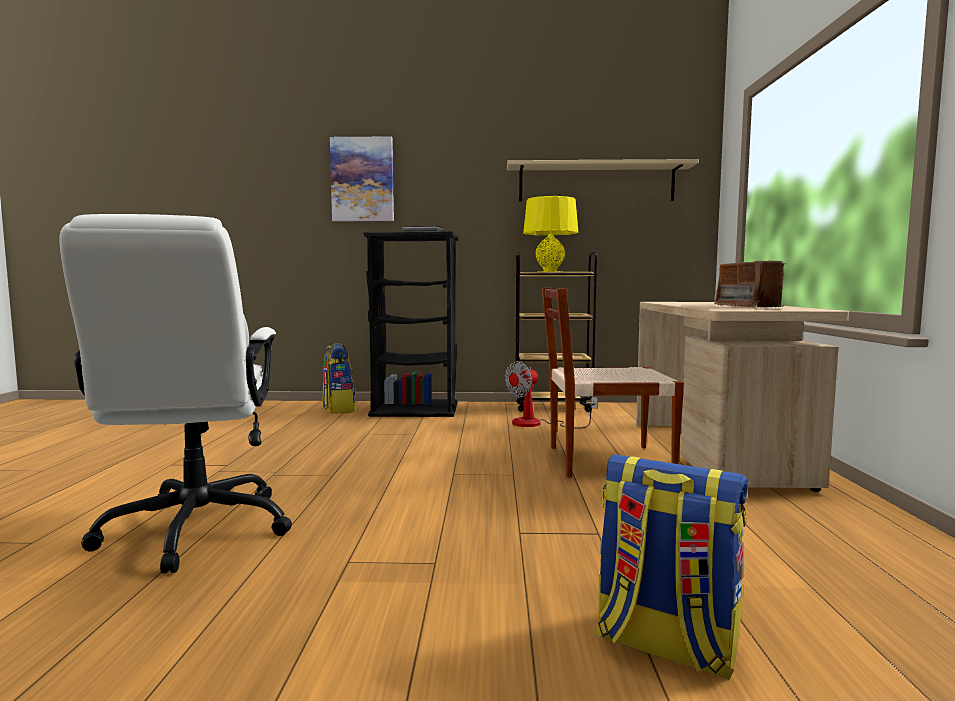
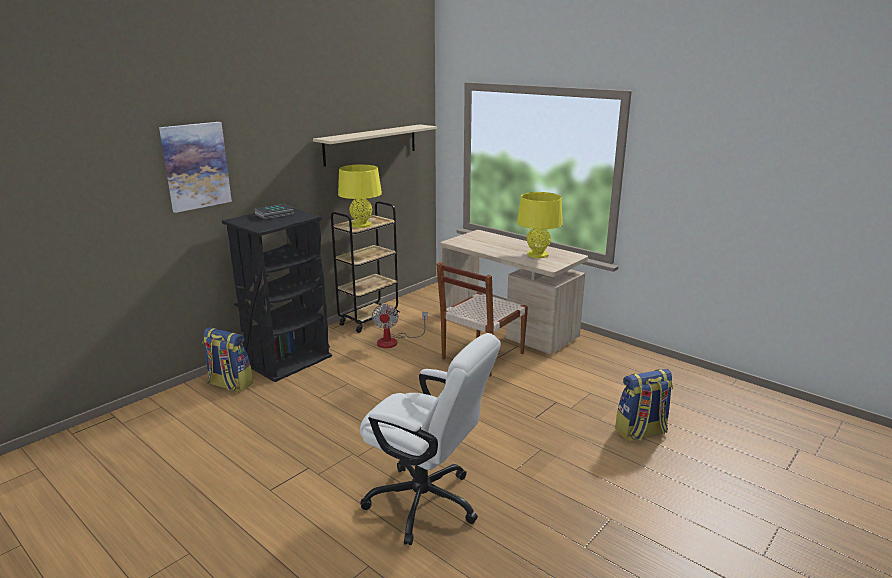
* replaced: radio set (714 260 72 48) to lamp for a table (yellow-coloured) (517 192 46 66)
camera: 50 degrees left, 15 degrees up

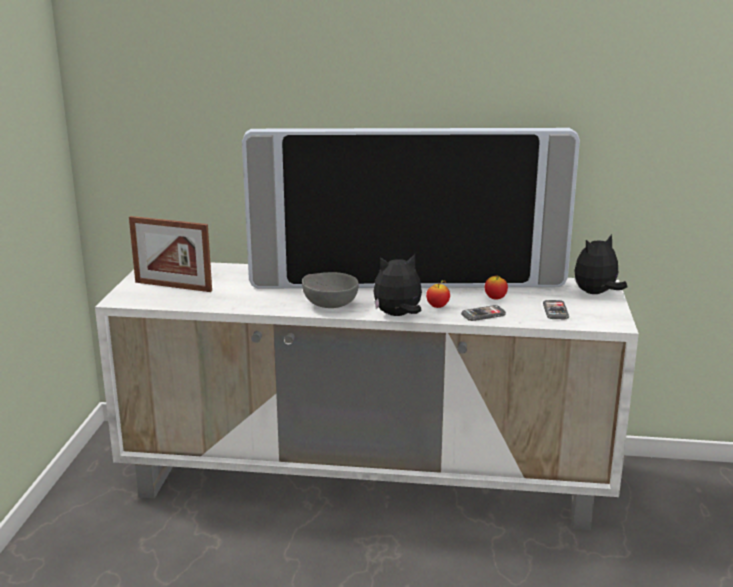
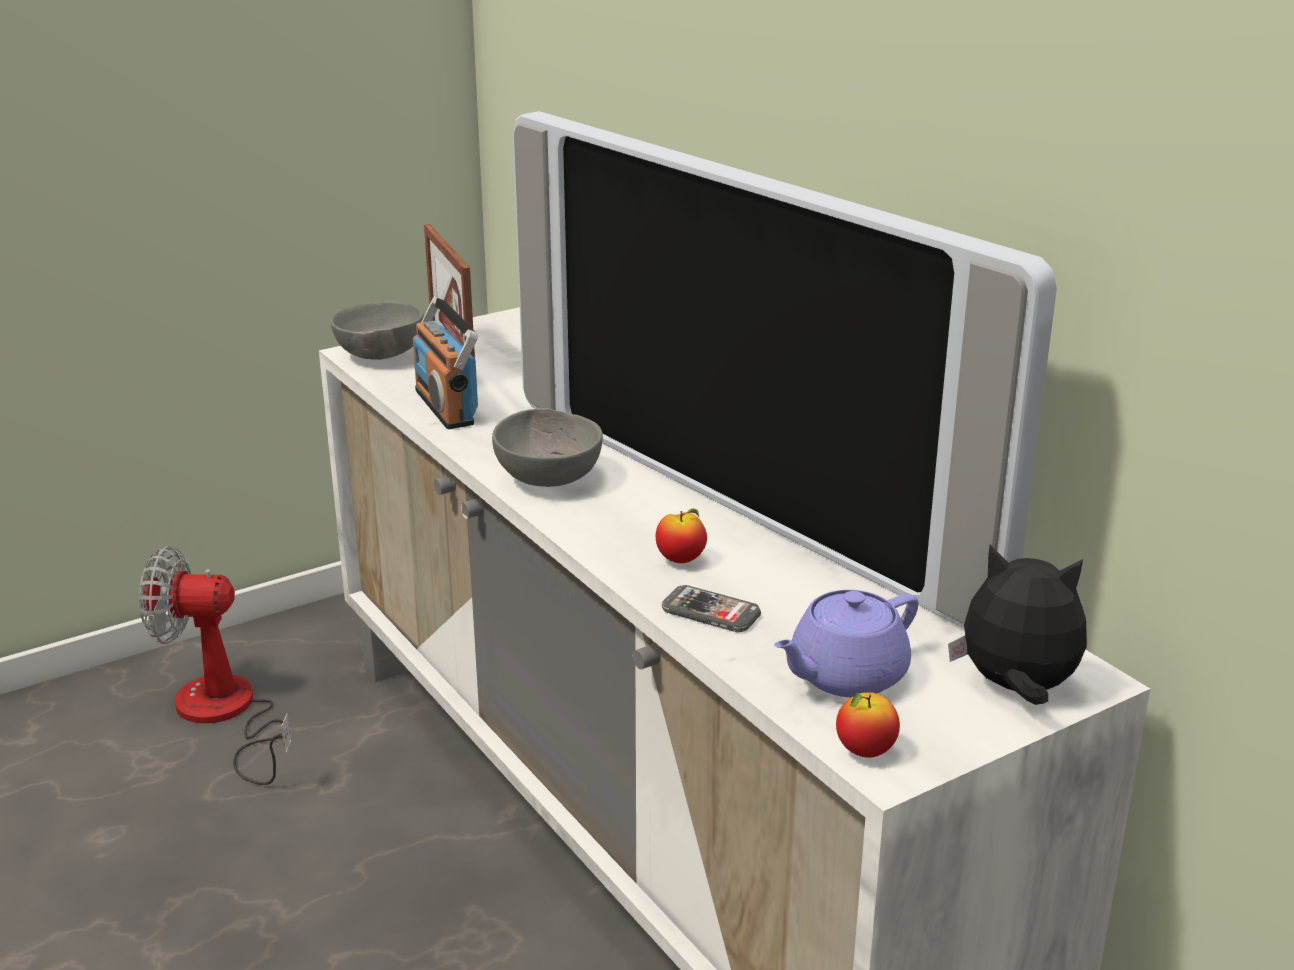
* removed: plush toy (373 254 49 62)
* added: fan (139 546 152 239)
* added: deep dish (gray) (331 301 93 59)
* added: radio set (413 296 65 133)
* moved: apple fruit (485 275 23 25) to (836 692 64 66)
* replaced: handset (543 300 26 19) to teapot (purplish) (774 590 145 107)
camera: 50 degrees right, 5 degrees up

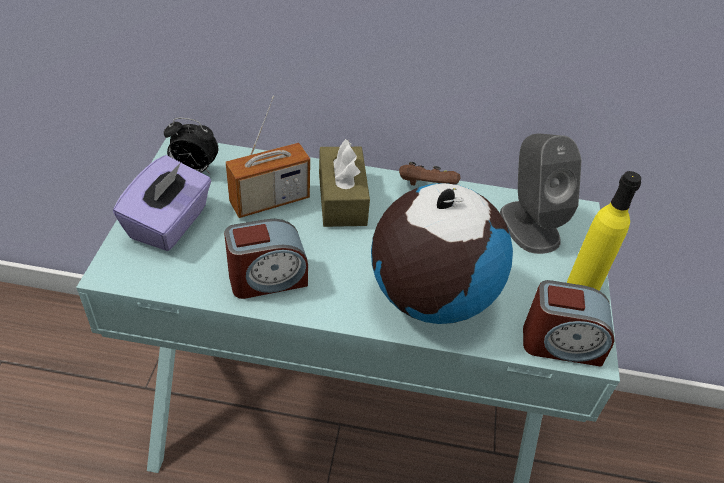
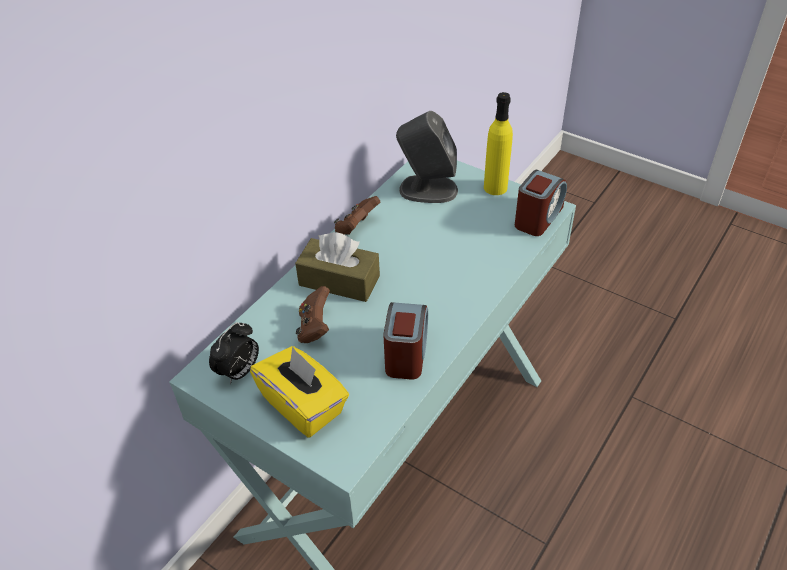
* removed: world globe (371 183 142 141)
* replaced: radio set (226 96 84 122) to gamepad (brown) (296 286 34 57)
* recoloured: box of tissues (purplish) (113 155 99 96) to box of tissues (yellow-coloured) (250 346 99 92)
camera: 60 degrees left, 0 degrees up

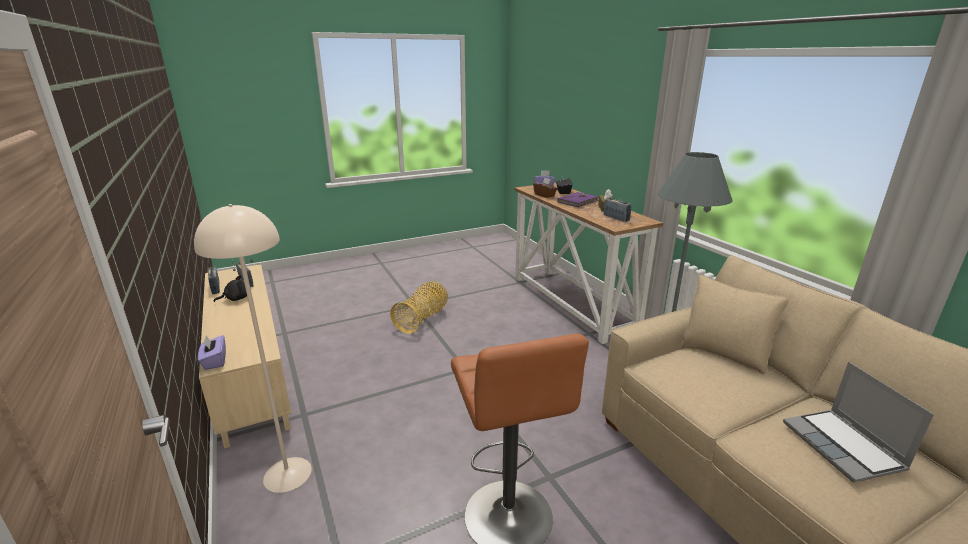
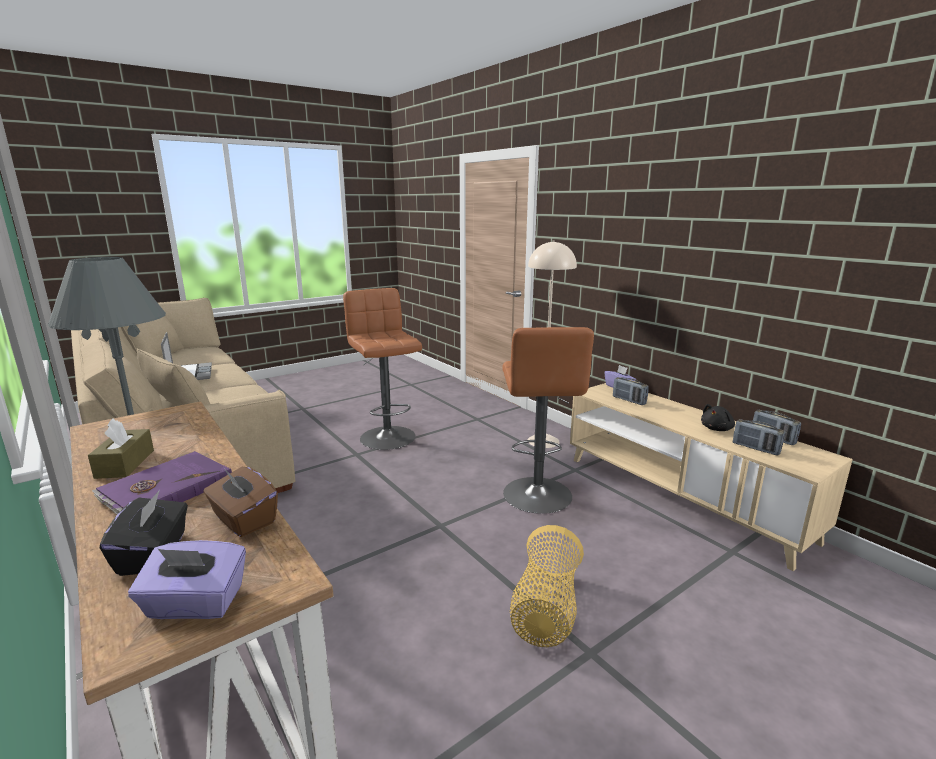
* added: sitting stool (brown) (502 327 92 187)
* moved: radio set (604 198 28 24) to (613 377 36 28)
camera: 170 degrees right, 5 degrees down

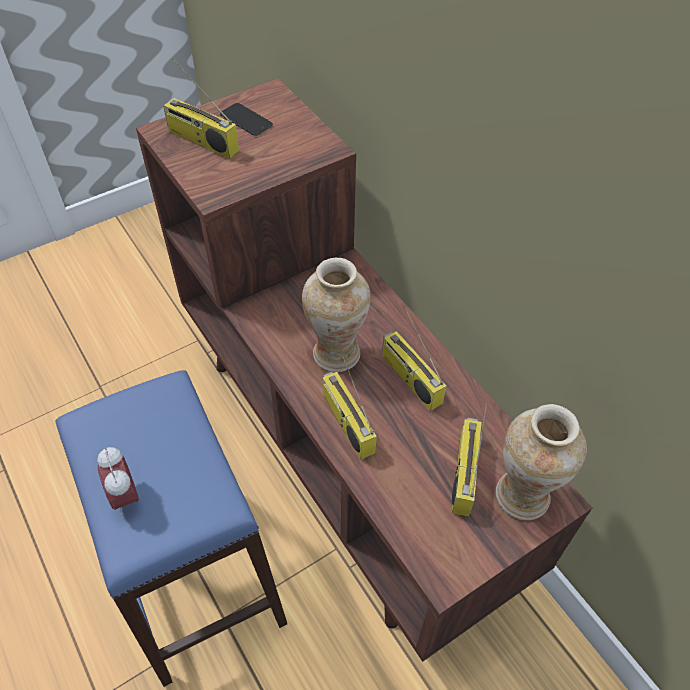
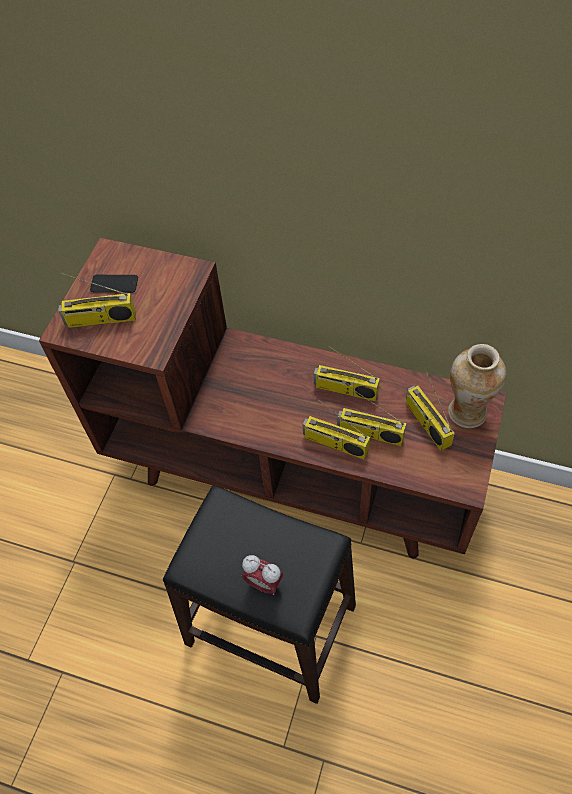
* removed: decorative vase (302 258 69 114)
* added: radio set (337 390 69 56)
* recoloured: sitting stool (blue-coloured) (55 370 232 317) to sitting stool (black-coloured) (163 485 193 219)
camera: 35 degrees left, 5 degrees up

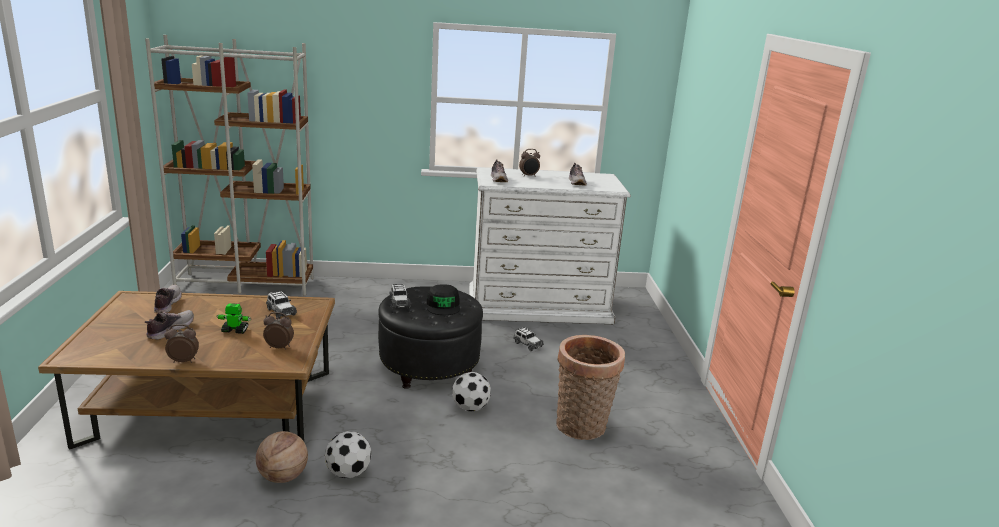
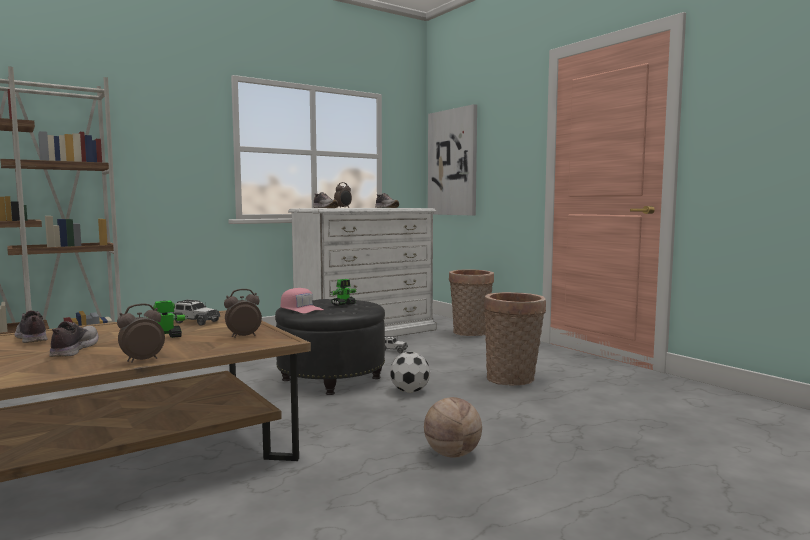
* removed: ball for football (325 431 46 48)
* added: picture (428 104 49 111)
* added: basket (449 269 45 67)
* moved: basketball (256 431 52 52) to (424 397 58 61)
* replaced: model car (389 284 22 25) to baseball cap (pinkish) (280 288 44 25)
* replaced: baseball cap (black-coloured) (427 284 33 31) to robot figure (330 279 27 27)
camera: 30 degrees left, 15 degrees down

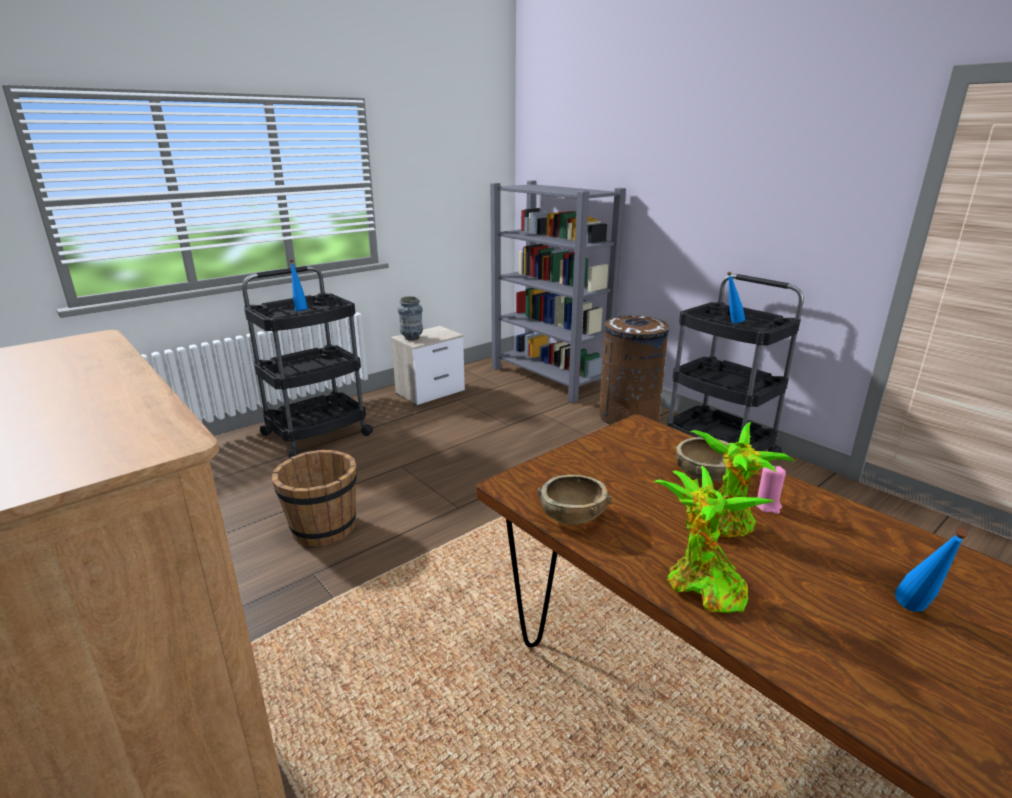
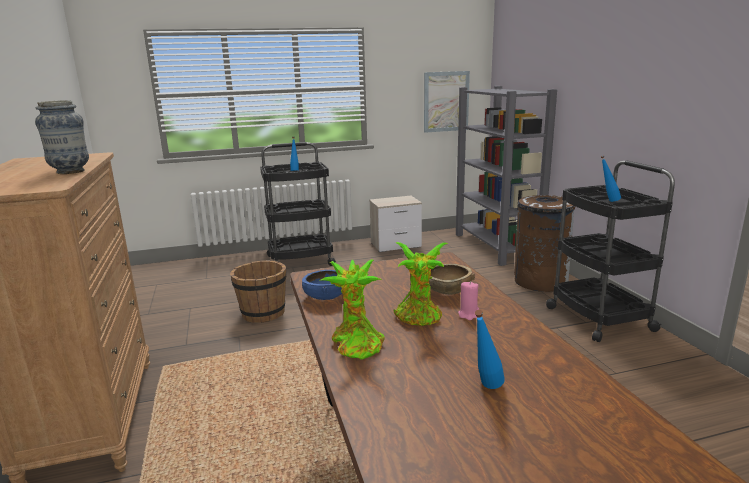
* added: picture (424 71 46 62)
* moved: decorative vase (398 296 25 44) to (35 100 54 74)
* recoloured: deep dish (brown) (538 475 74 49) to deep dish (blue-coloured) (302 270 40 30)
camera: 25 degrees right, 5 degrees down

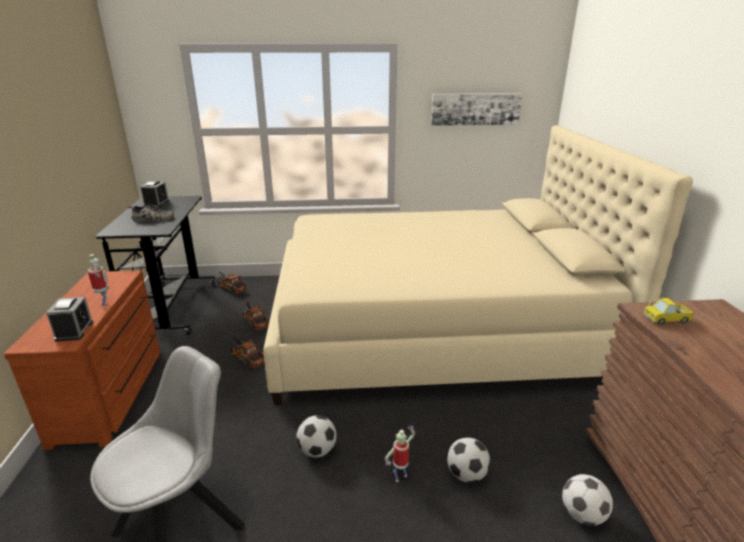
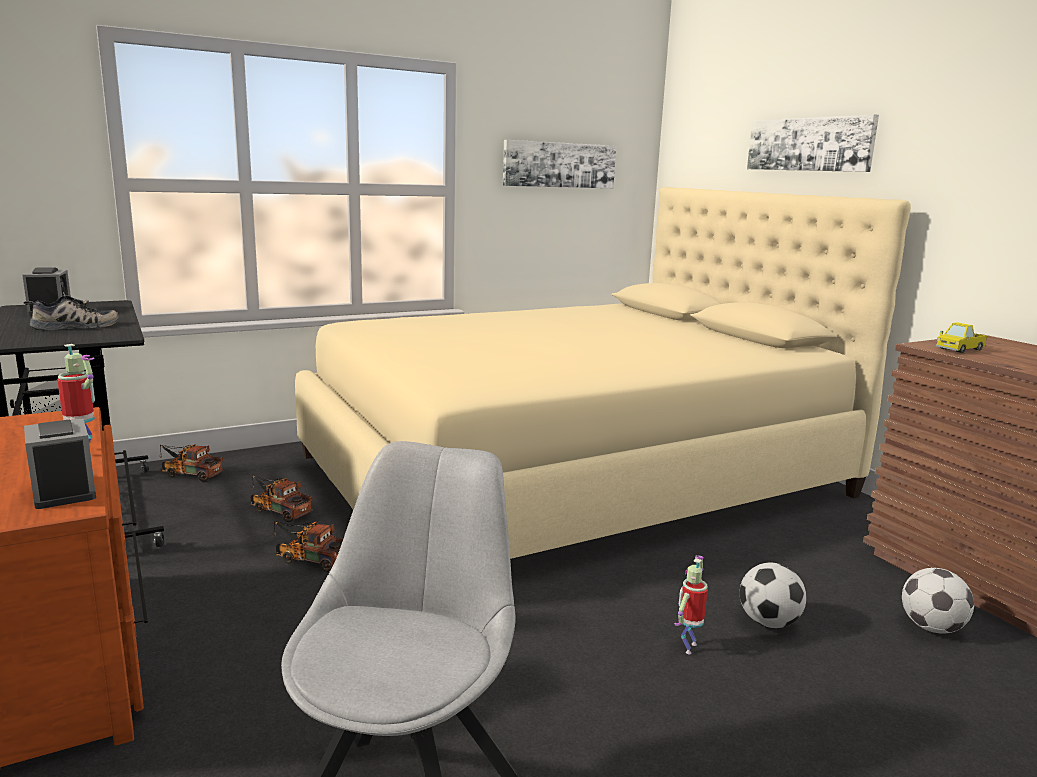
* removed: ball for football (296 415 41 43)
* added: picture (747 114 132 58)
camera: 25 degrees left, 10 degrees down

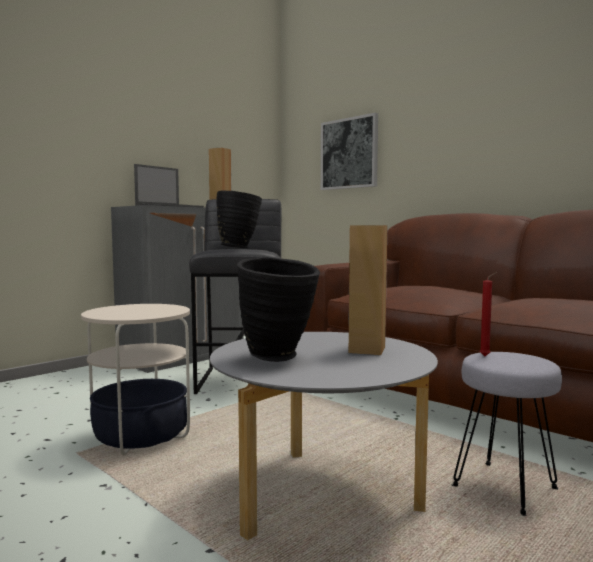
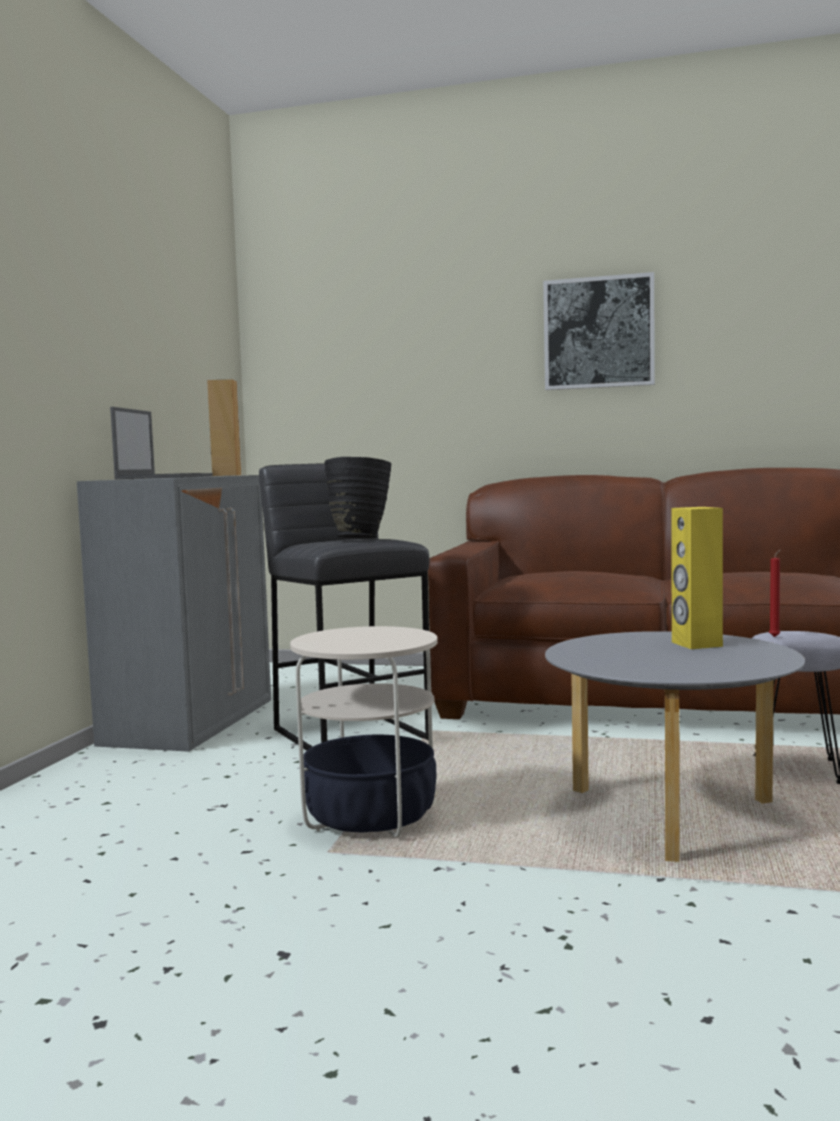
* removed: decorative vase (black-coloured) (237 257 83 105)
* moved: picture (321 113 57 77) to (543 272 112 118)
* recoloured: speaker (brown) (348 225 39 130) to speaker (yellow-coloured) (671 507 52 142)
camera: 30 degrees left, 0 degrees up

